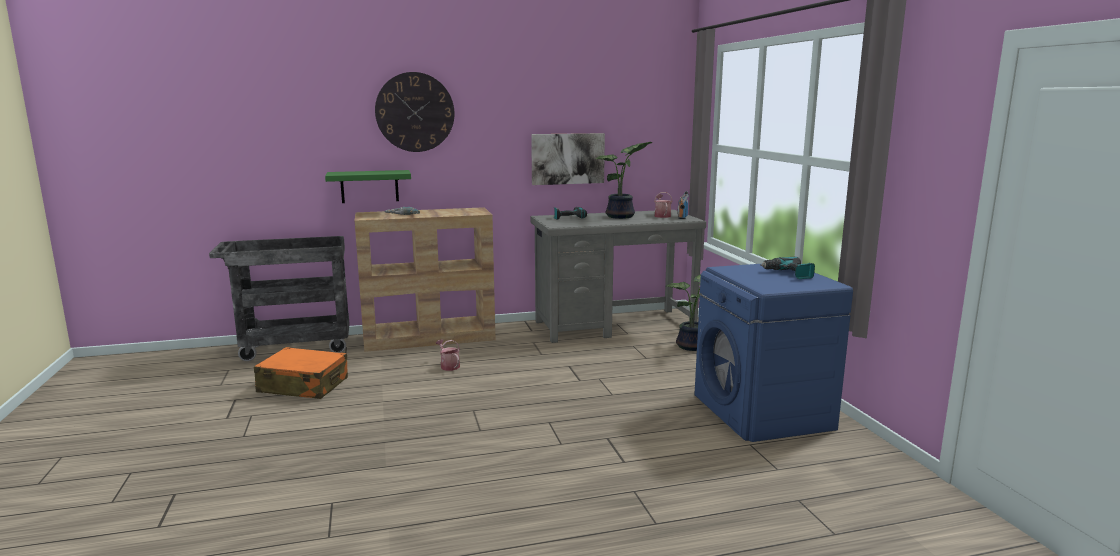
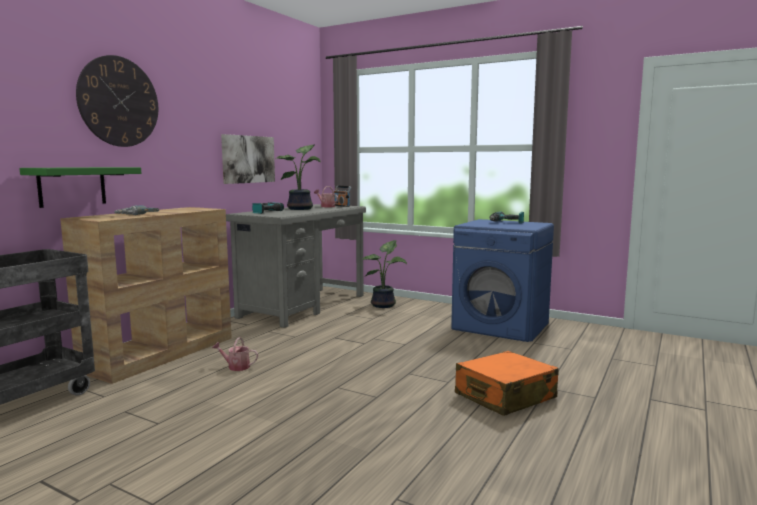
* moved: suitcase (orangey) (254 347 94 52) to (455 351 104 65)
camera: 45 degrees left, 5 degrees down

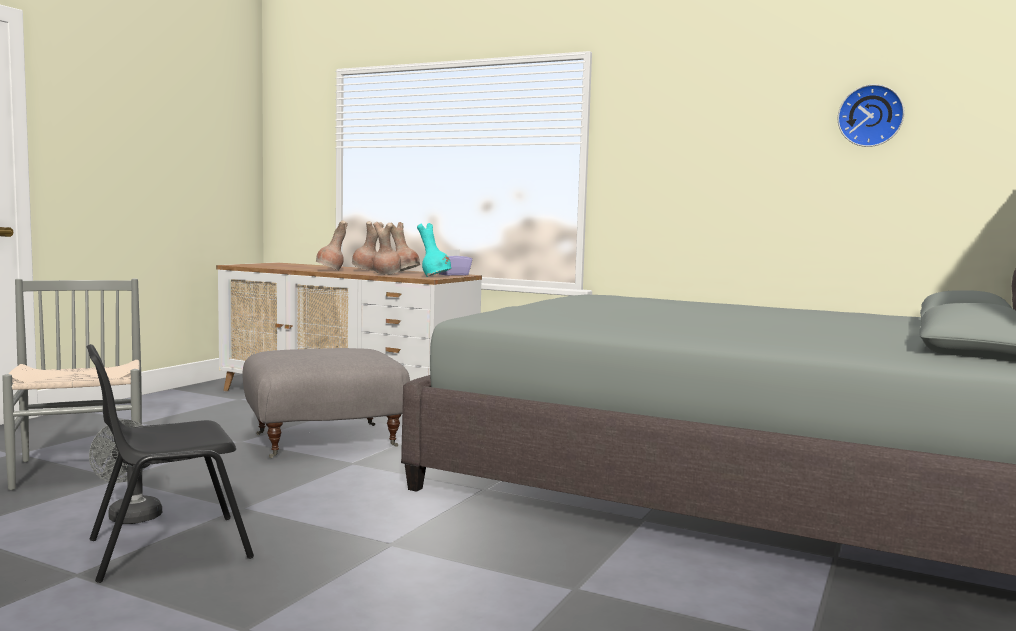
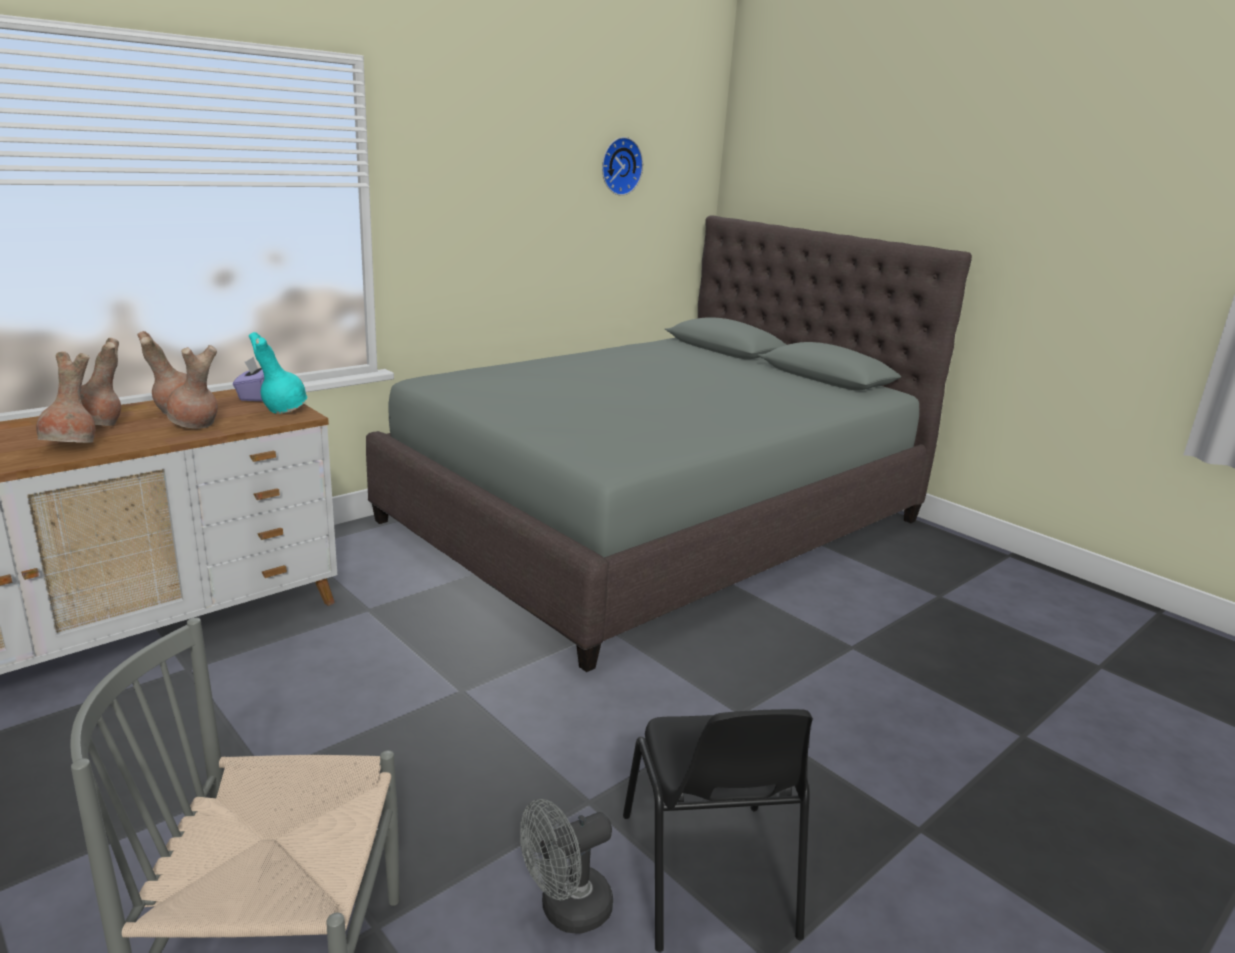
* removed: ottoman (gray) (243 348 167 110)
camera: 70 degrees left, 15 degrees up

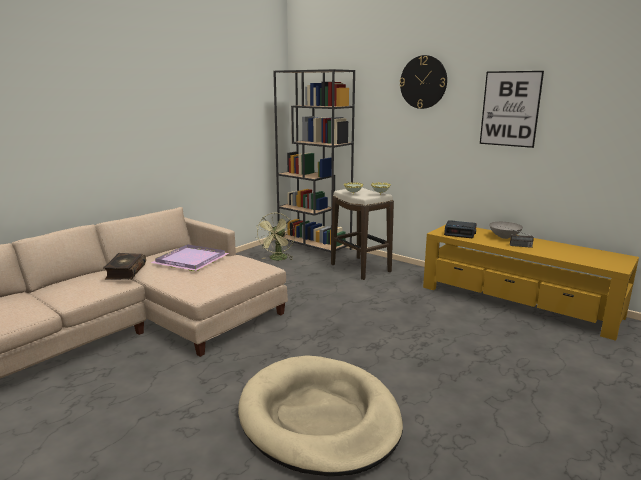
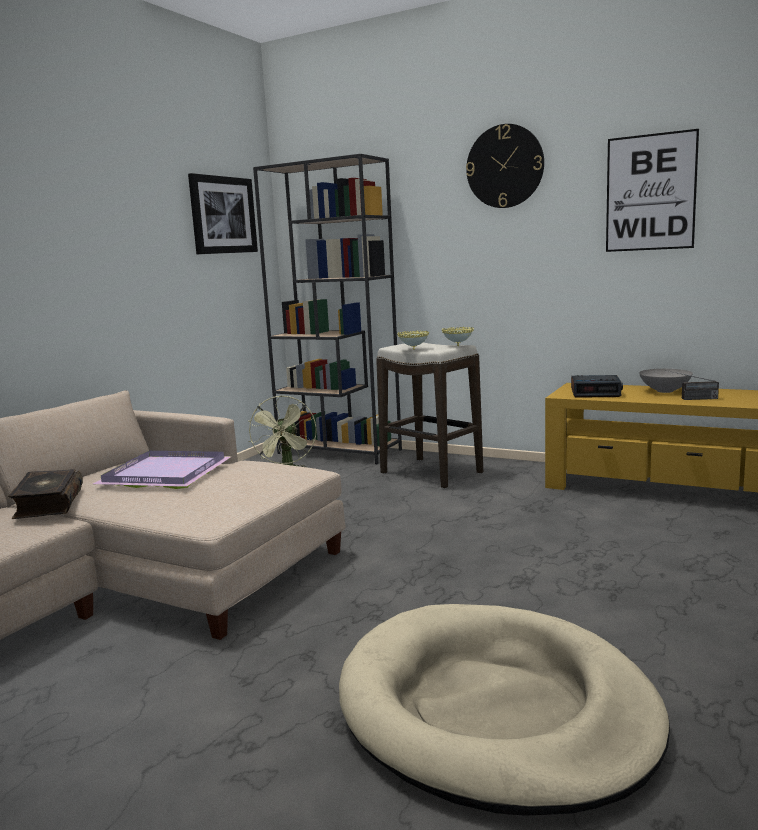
* added: picture (188 173 70 81)
camera: 10 degrees left, 5 degrees down

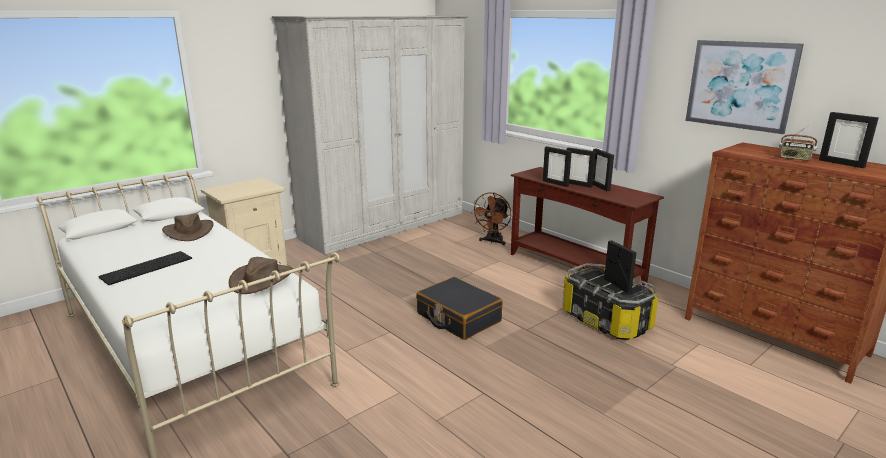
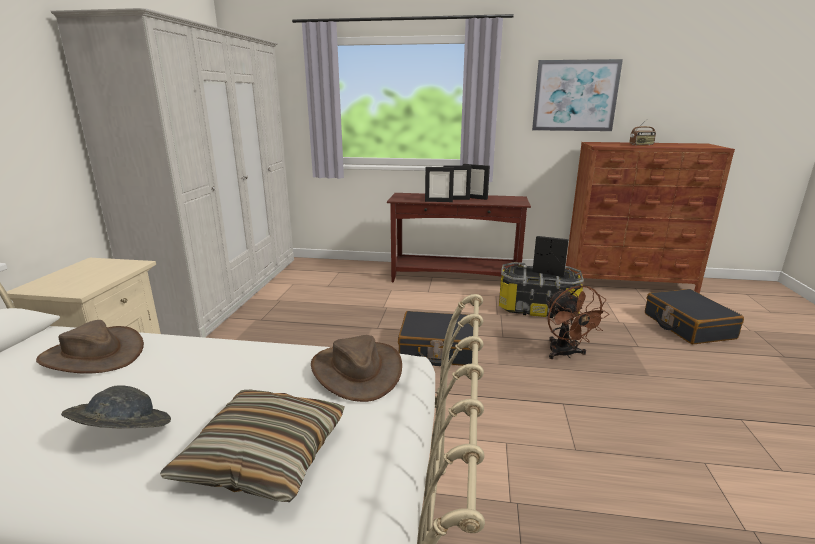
* removed: picture frame (819 112 60 56)
* added: pillow (160 390 185 112)
* added: suitcase (black-coloured) (645 289 99 55)
* moved: fan (brown) (471 192 40 53) to (547 285 62 74)
* replaced: keyboard (98 251 94 34) to wearable hat (gray) (61 385 110 43)
camera: 40 degrees left, 0 degrees up

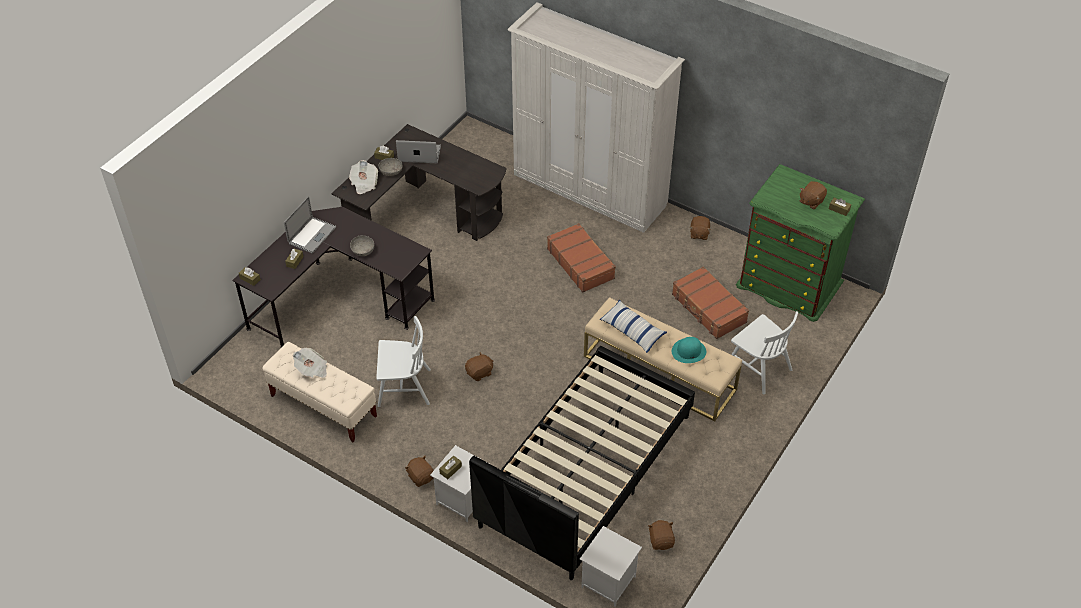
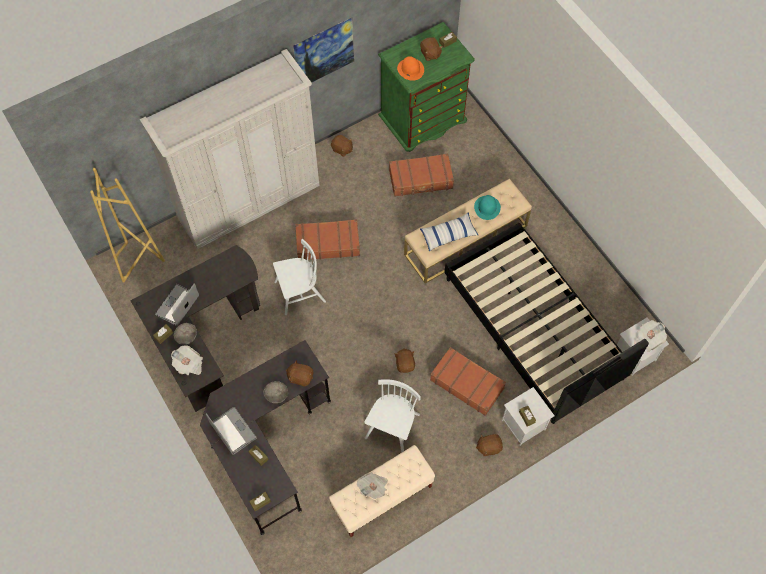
* added: garment rack (yellow-coloured) (90 168 75 115)
* added: picture (293 18 61 64)
* added: wearable hat (orangey) (397 56 27 25)
* added: suitcase (brown) (430 347 76 69)
* added: printed paper (634 320 33 32)
* moved: plush toy (brown) (648 520 27 30) to (286 360 27 26)
* moved: plain chair (white-coloured) (731 311 67 83) to (273 239 53 76)
camera: 65 degrees left, 15 degrees up

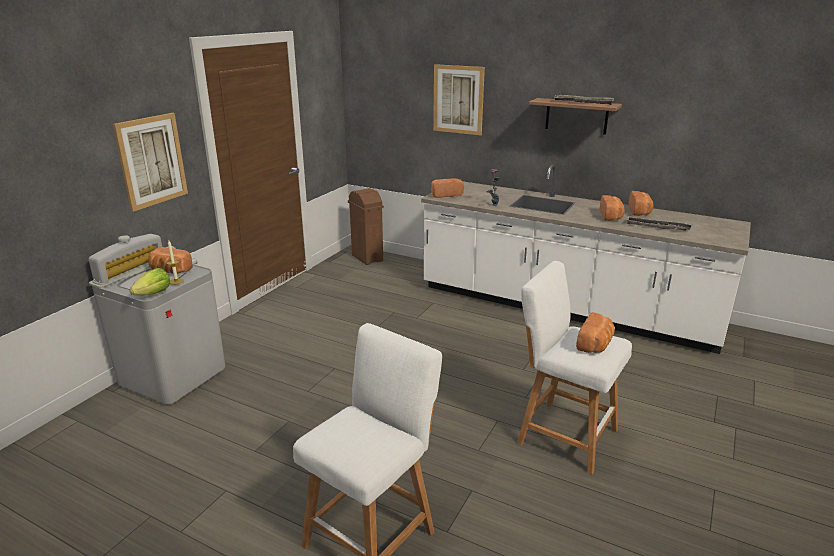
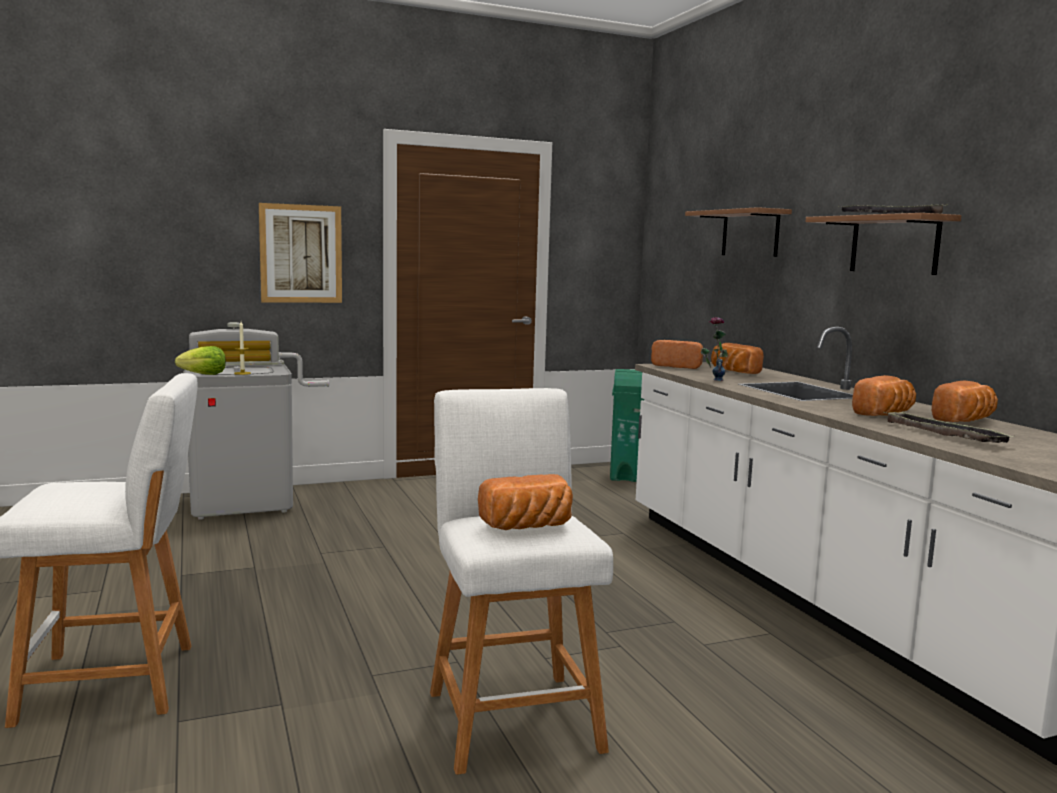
* moved: bread (148 247 45 27) to (711 343 53 31)
* replaced: picture (433 64 52 71) to bracket shelf (685 207 107 50)
* recoloured: rubbish bin (brown) (348 188 36 77) to rubbish bin (greenish) (610 369 34 113)
camera: 40 degrees right, 15 degrees down

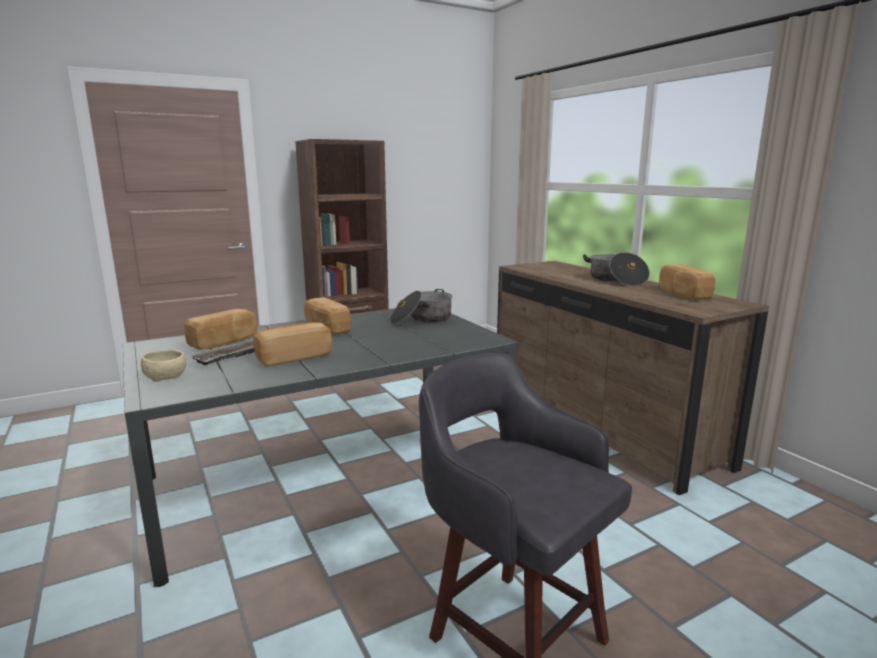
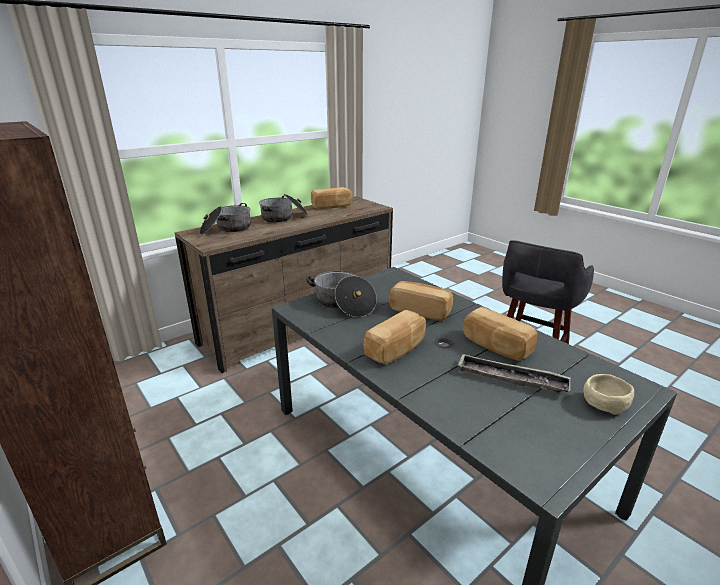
* added: cooking pot (199 203 52 32)
* moved: bread (184 309 73 41) to (390 281 63 40)
camera: 100 degrees left, 10 degrees up

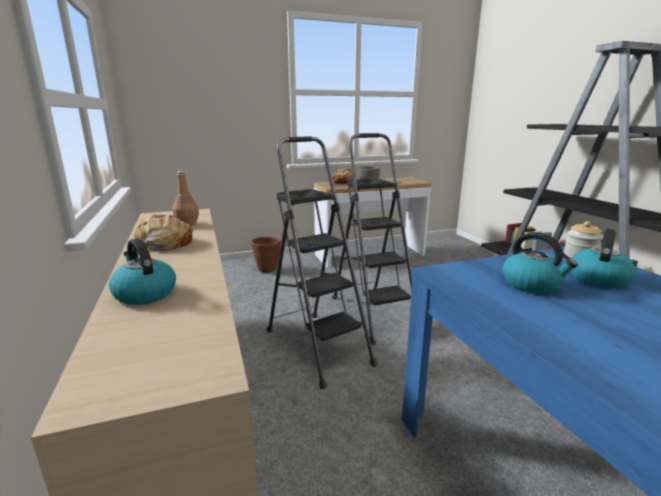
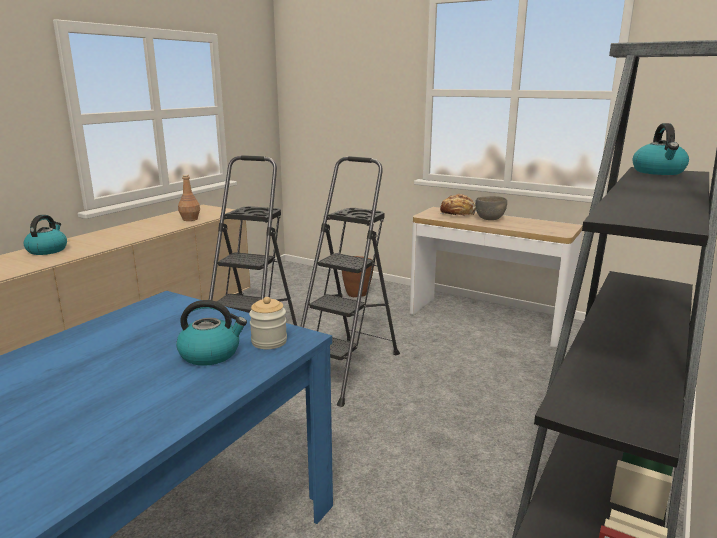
* removed: bread (134 214 59 37)
* moved: kettle (502 232 76 62) to (633 123 56 52)
camera: 50 degrees right, 0 degrees up

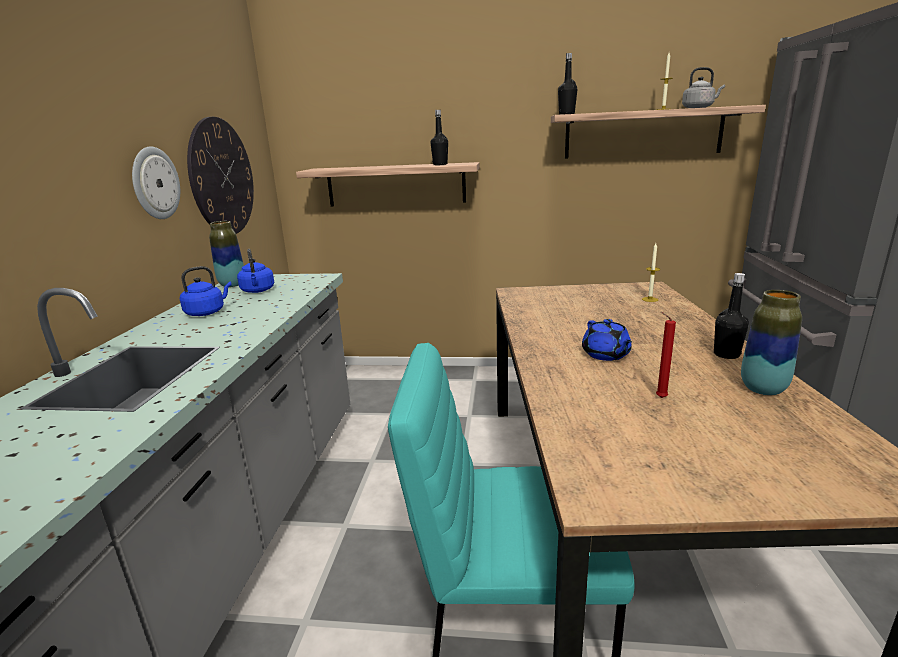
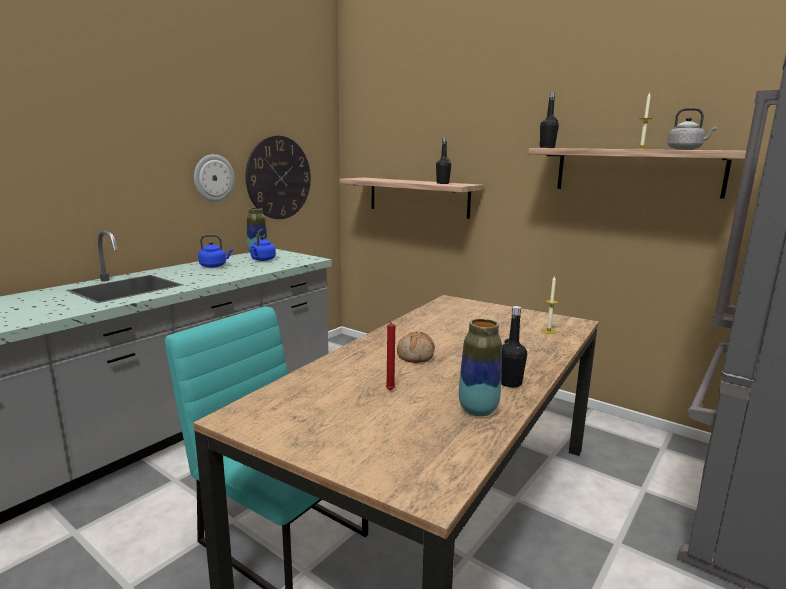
* replaced: teapot (blue-coloured) (582 319 50 42) to bread (397 332 38 31)
camera: 30 degrees right, 5 degrees down

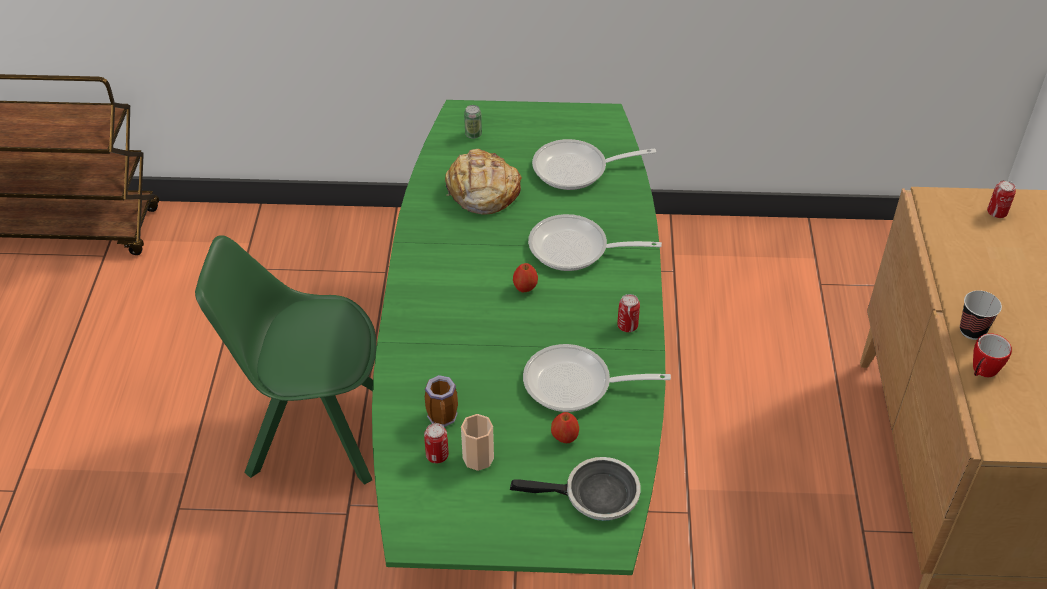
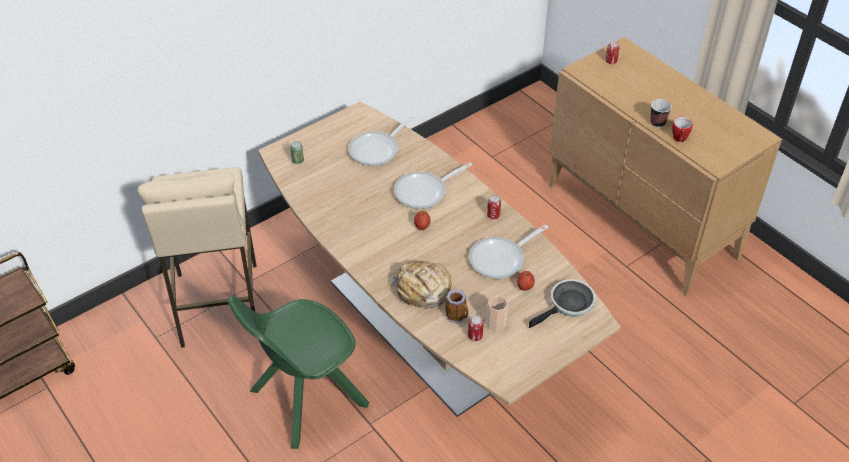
* added: sitting stool (beige) (138 167 119 181)
* moved: bread (445 149 77 66) to (391 261 60 48)
* recoloured: dinner table (greenish) (372 100 293 475) to dinner table (brown) (258 101 363 316)
camera: 40 degrees left, 0 degrees up

